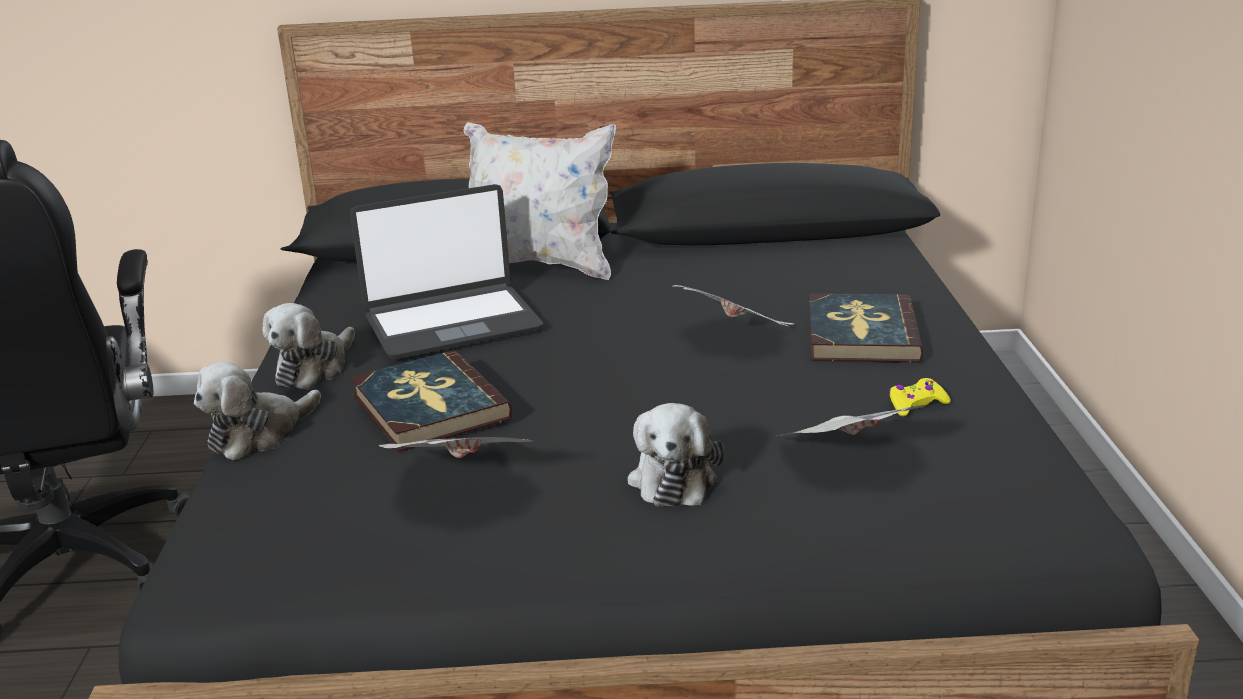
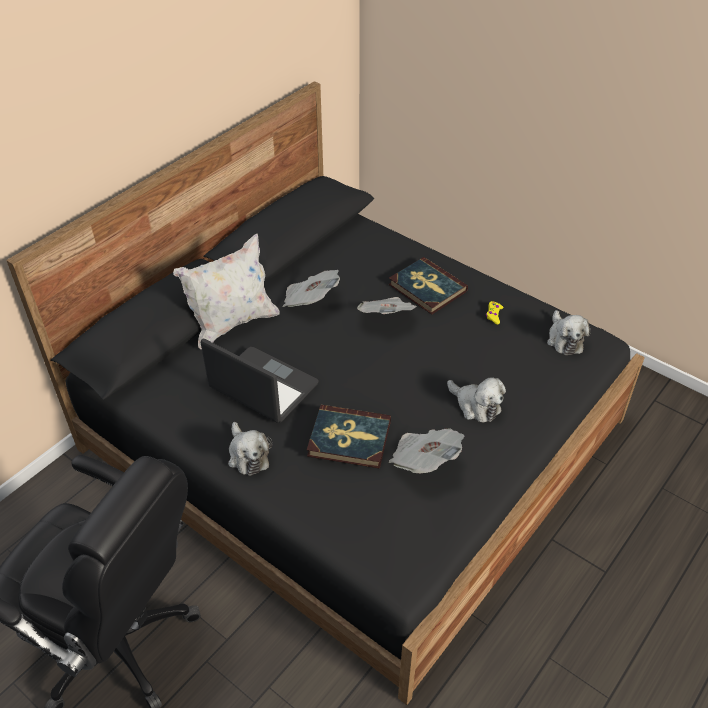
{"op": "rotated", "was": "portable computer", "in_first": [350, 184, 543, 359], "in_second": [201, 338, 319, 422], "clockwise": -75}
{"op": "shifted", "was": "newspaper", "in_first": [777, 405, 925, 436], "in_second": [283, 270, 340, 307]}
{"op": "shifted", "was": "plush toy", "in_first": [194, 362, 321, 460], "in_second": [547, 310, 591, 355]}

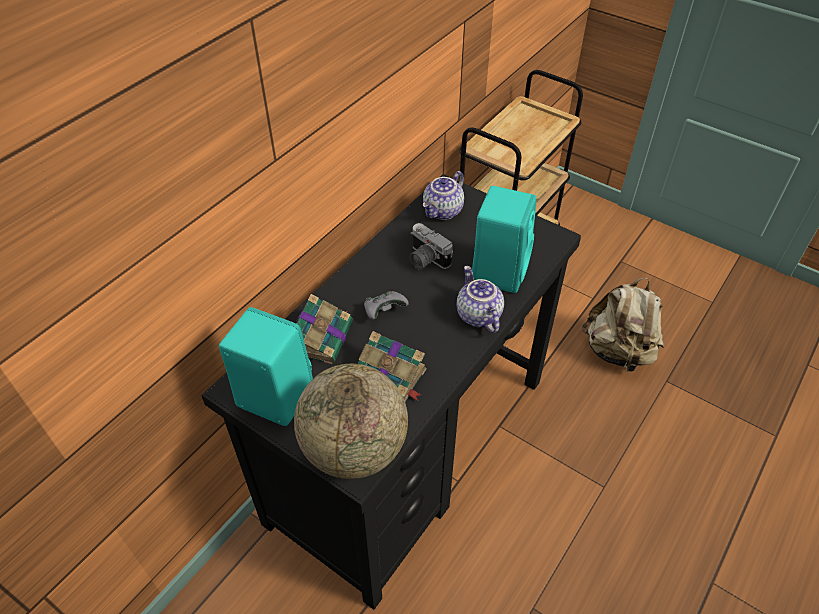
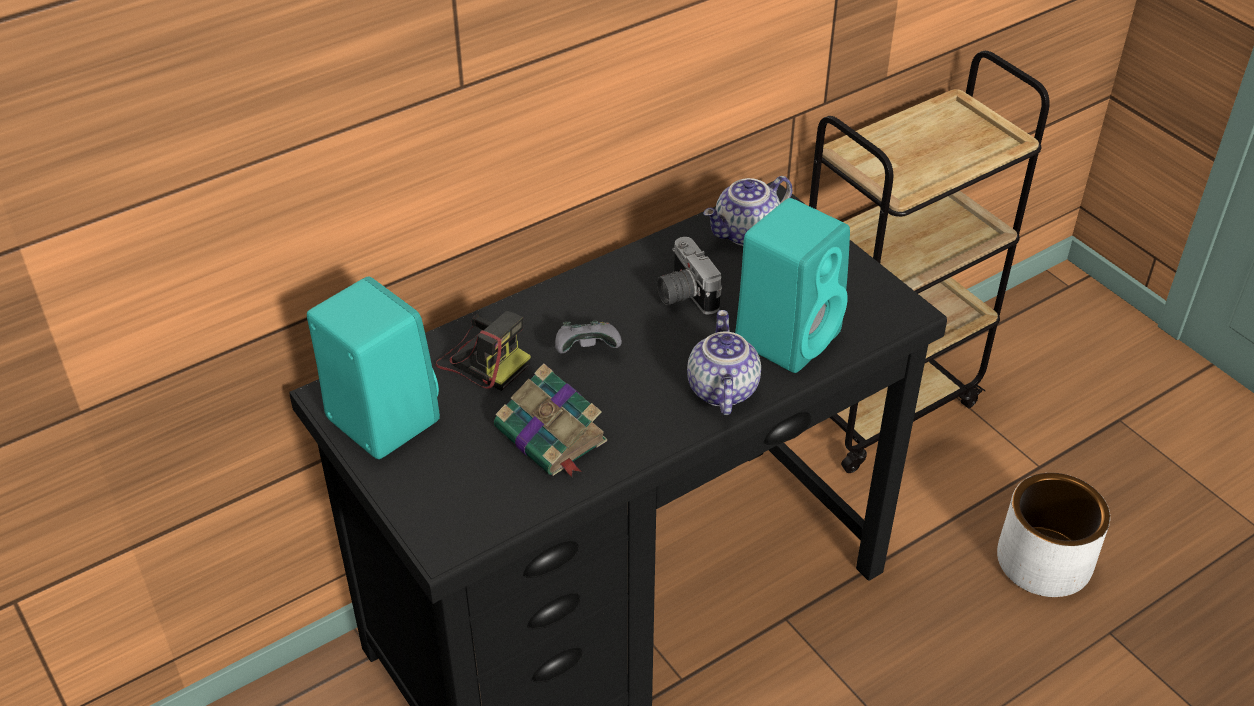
{"op": "swapped", "was": "book", "now": "still camera", "in_first": [296, 294, 353, 364], "in_second": [436, 311, 531, 391]}
{"op": "swapped", "was": "backpack in beige-coloured", "now": "plant pot in whitish", "in_first": [582, 278, 664, 372], "in_second": [997, 473, 1110, 597]}
{"op": "gone", "was": "globe", "in_first": [294, 364, 408, 479]}

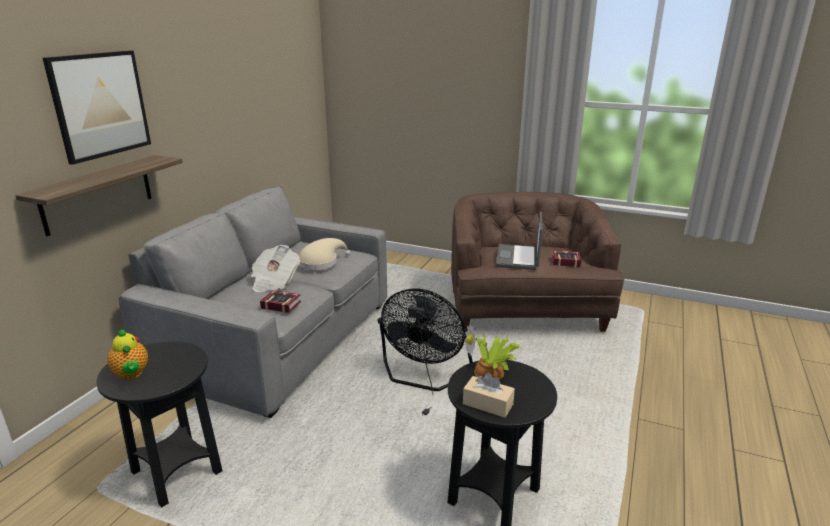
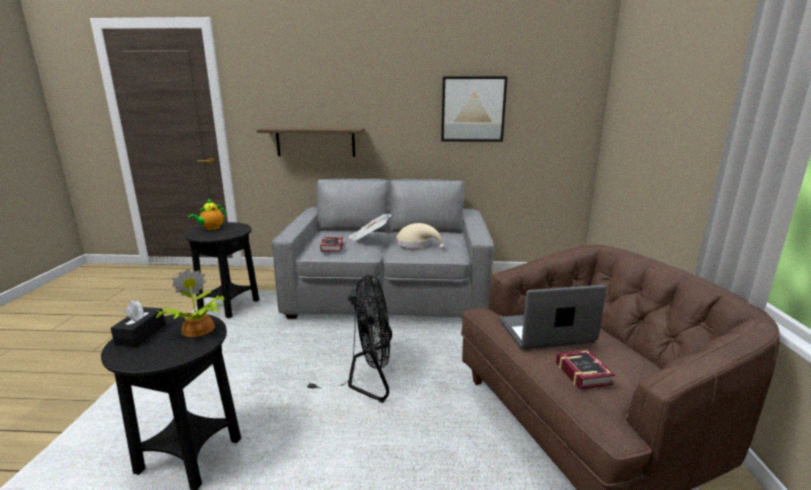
{"op": "repainted", "was": "tissue holder in beige-coloured", "now": "tissue holder in black", "in_first": [463, 373, 515, 418], "in_second": [111, 300, 166, 347]}
{"op": "shifted", "was": "wall picture", "in_first": [43, 50, 151, 165], "in_second": [441, 76, 508, 142]}

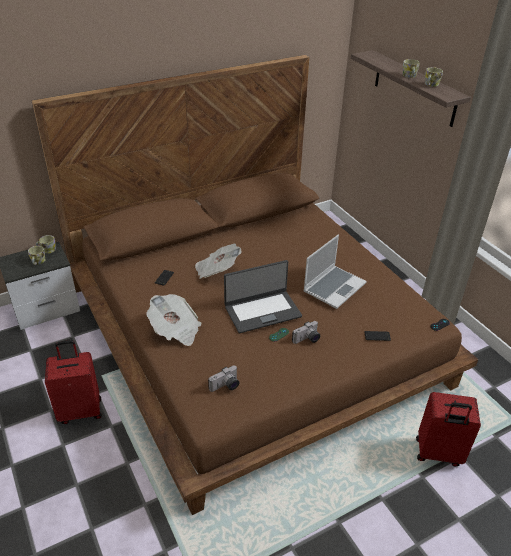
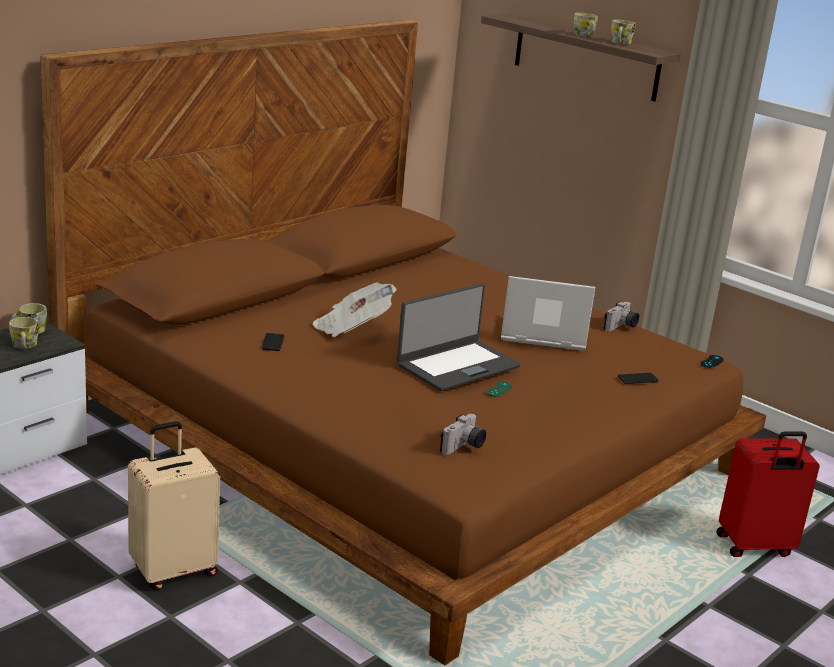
{"op": "repainted", "was": "piece of luggage in red", "now": "piece of luggage in beige-coloured", "in_first": [45, 340, 102, 424], "in_second": [128, 421, 220, 590]}
{"op": "rotated", "was": "portable computer", "in_first": [303, 234, 367, 309], "in_second": [501, 276, 595, 351], "clockwise": -105}
{"op": "shifted", "was": "still camera", "in_first": [292, 321, 320, 344], "in_second": [603, 301, 639, 331]}
{"op": "gone", "was": "newspaper", "in_first": [146, 294, 202, 346]}

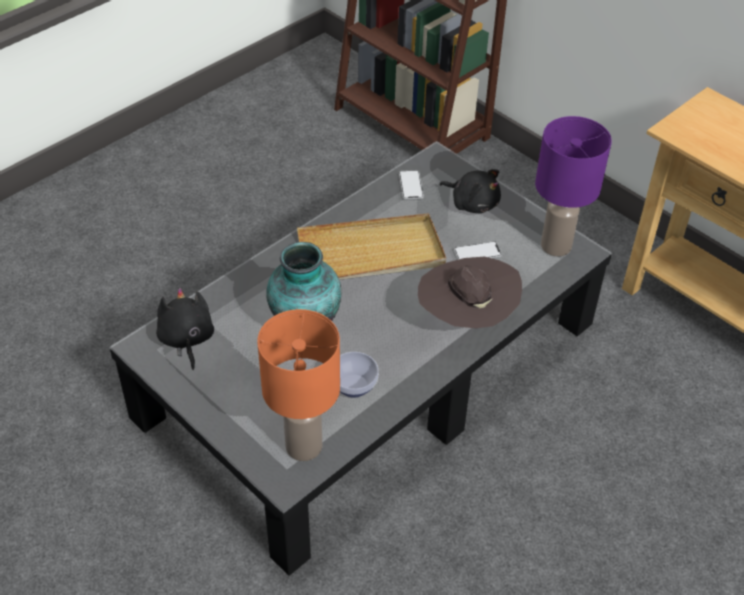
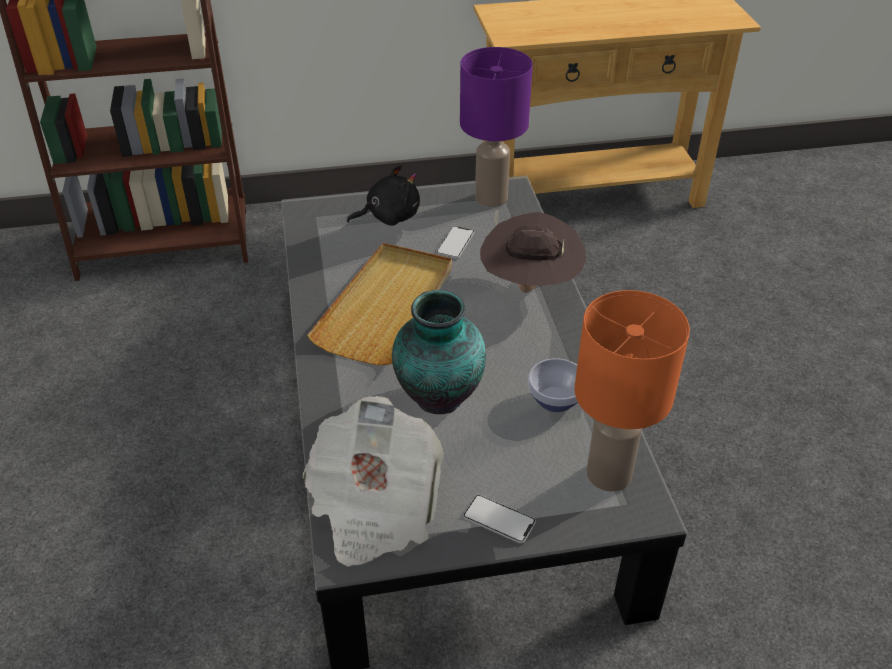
{"op": "swapped", "was": "plush toy in black", "now": "newspaper", "in_first": [156, 288, 214, 370], "in_second": [302, 396, 444, 567]}
{"op": "shifted", "was": "phone", "in_first": [399, 170, 424, 200], "in_second": [463, 495, 536, 544]}

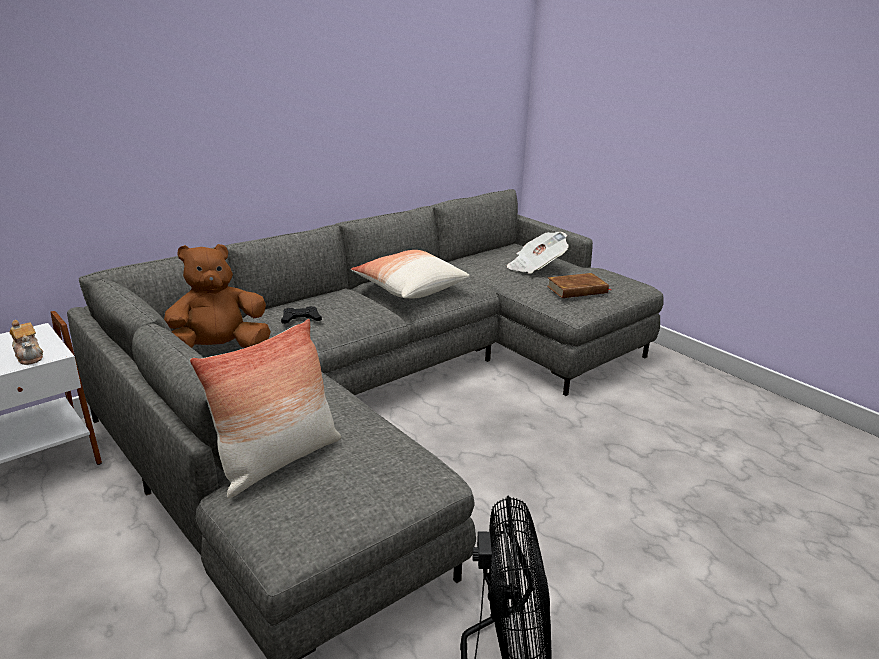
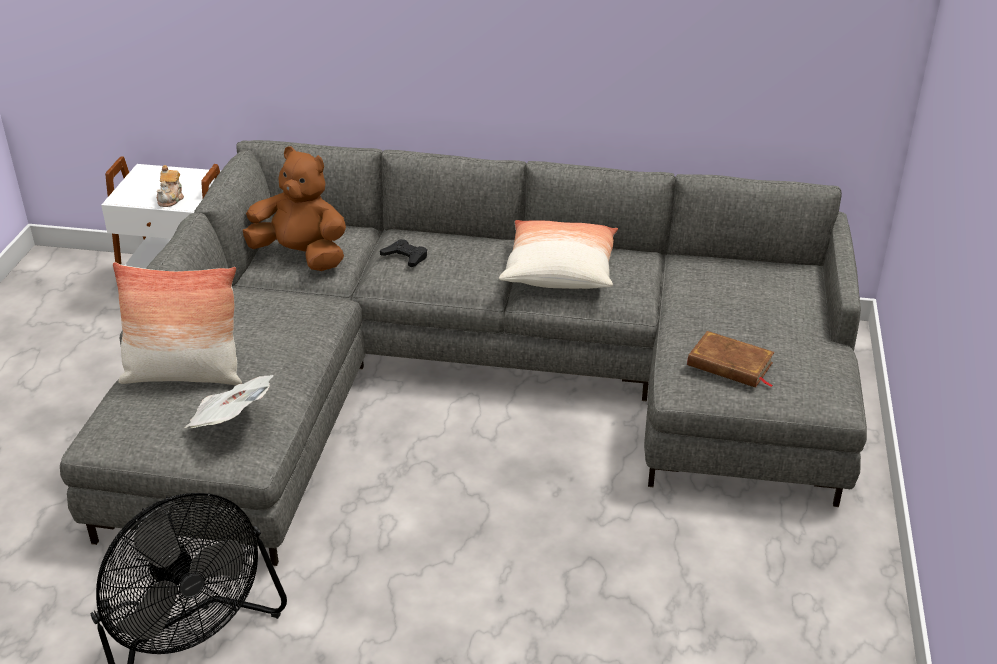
{"op": "shifted", "was": "newspaper", "in_first": [507, 232, 569, 274], "in_second": [185, 375, 273, 428]}

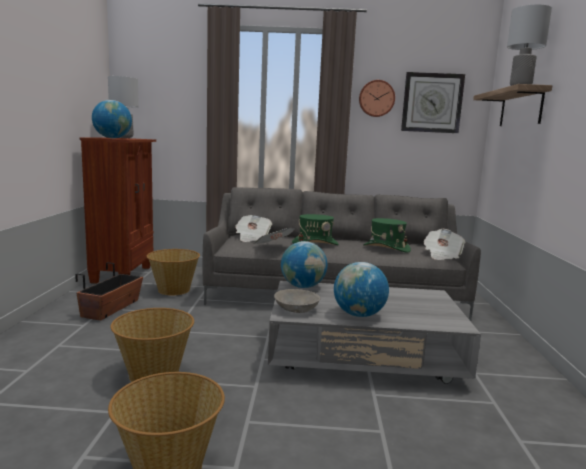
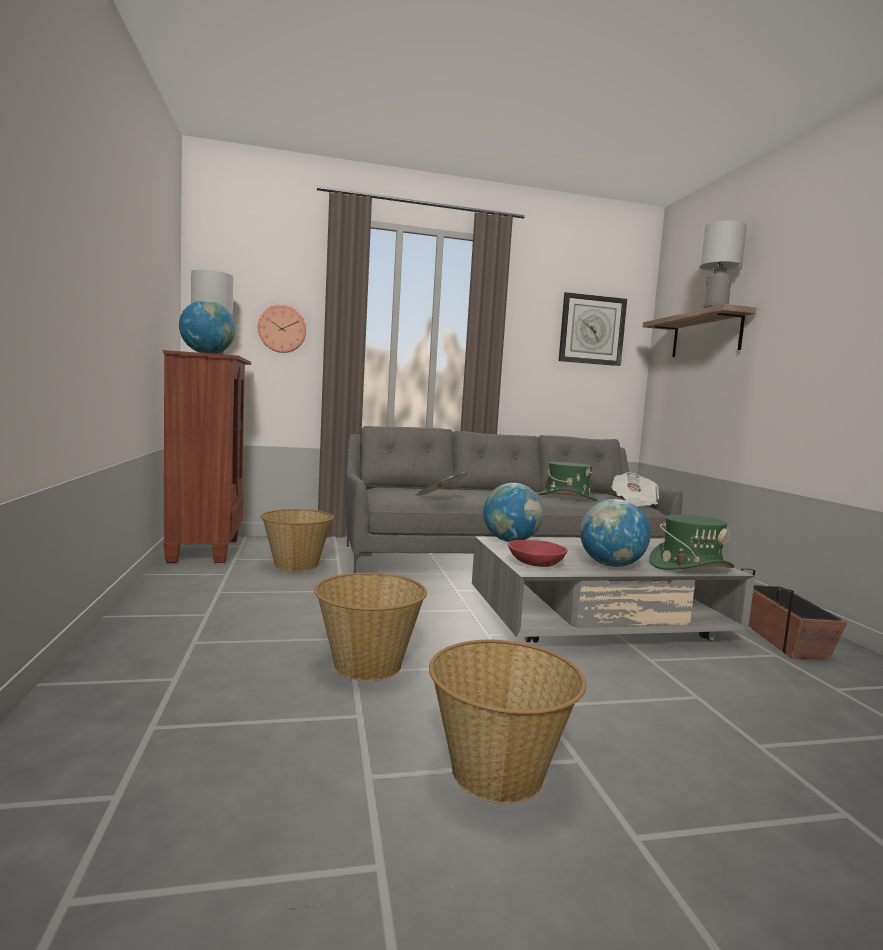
{"op": "shifted", "was": "wall clock", "in_first": [359, 80, 395, 117], "in_second": [258, 305, 306, 353]}
{"op": "repainted", "was": "bowl in gray", "now": "bowl in red", "in_first": [274, 289, 320, 313], "in_second": [508, 540, 568, 567]}
{"op": "shifted", "was": "hat in green-coloured", "in_first": [292, 214, 339, 245], "in_second": [649, 514, 734, 570]}
{"op": "shifted", "was": "plant pot", "in_first": [75, 262, 143, 320], "in_second": [741, 568, 847, 660]}
{"op": "gone", "was": "newspaper", "in_first": [235, 215, 272, 242]}

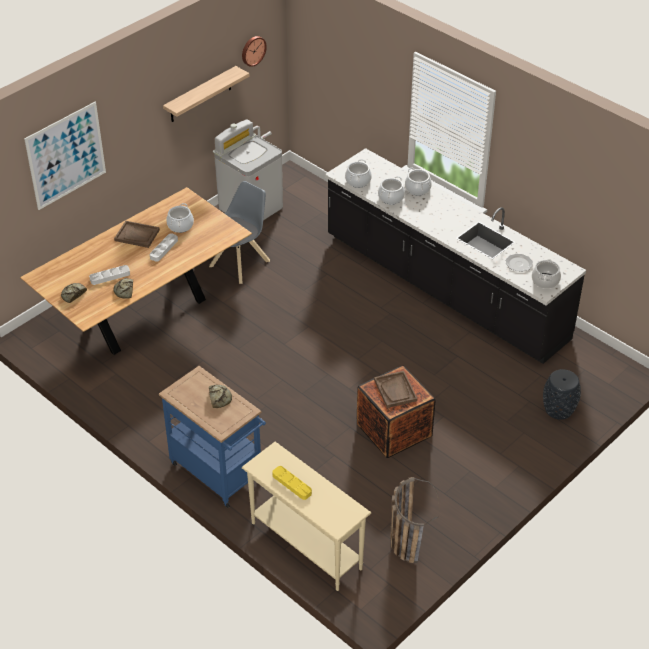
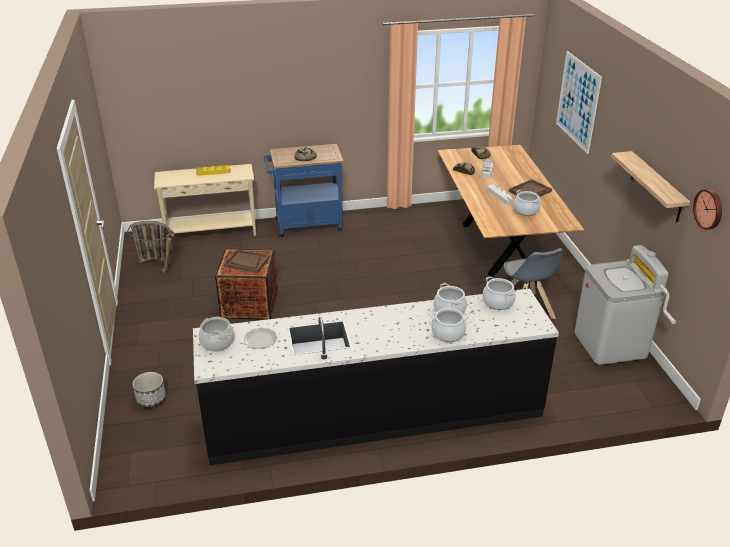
{"op": "swapped", "was": "stool seat in black", "now": "plant pot", "in_first": [543, 369, 581, 420], "in_second": [133, 372, 166, 408]}

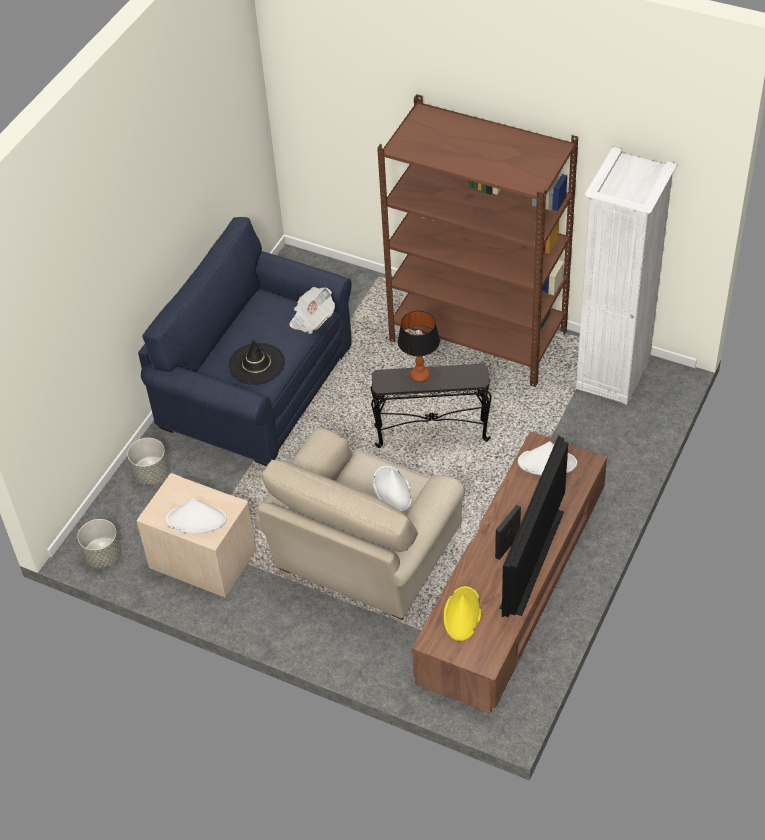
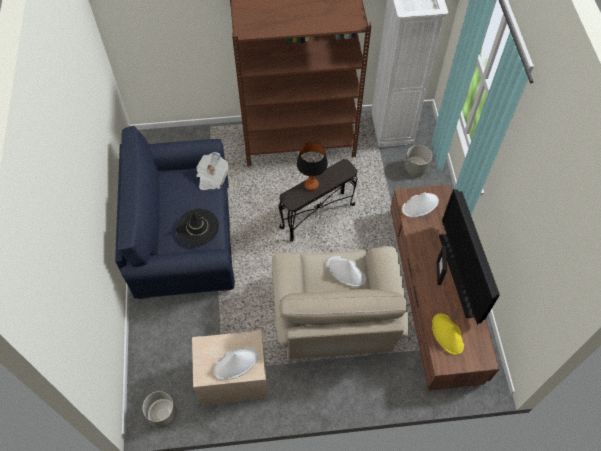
{"op": "shifted", "was": "plant pot in gray", "in_first": [127, 438, 169, 485], "in_second": [405, 145, 432, 176]}

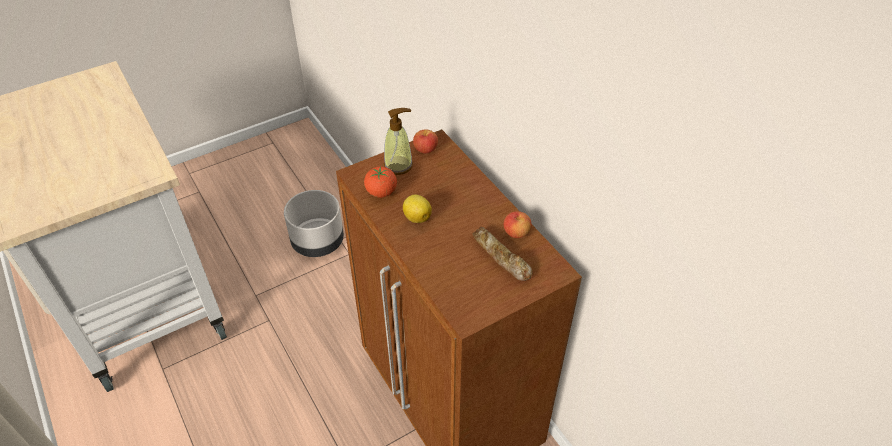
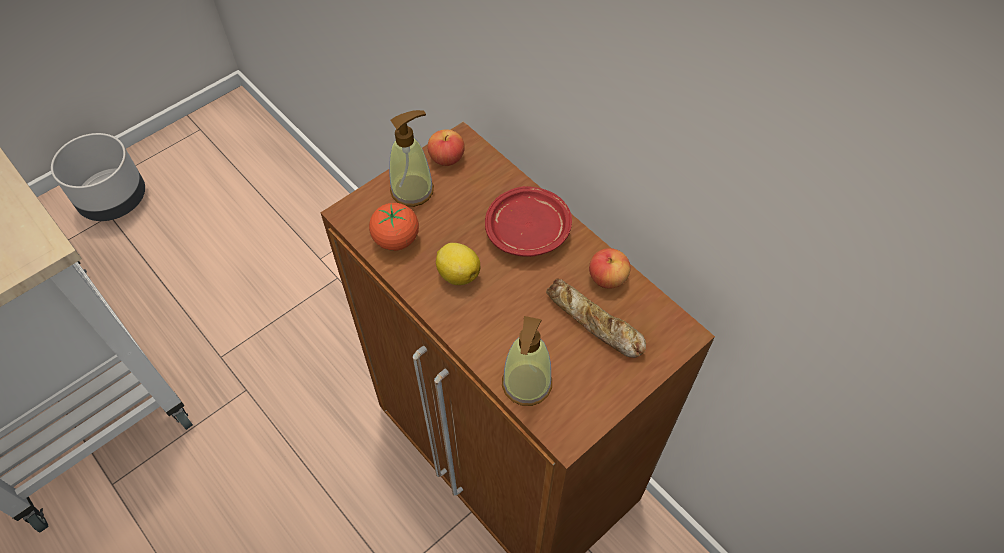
{"op": "shifted", "was": "plant pot in gray", "in_first": [284, 190, 344, 257], "in_second": [51, 133, 145, 221]}
{"op": "new", "now": "dinner plate in red", "in_second": [485, 186, 572, 257]}
{"op": "new", "now": "soap dispenser", "in_second": [502, 316, 552, 406]}

